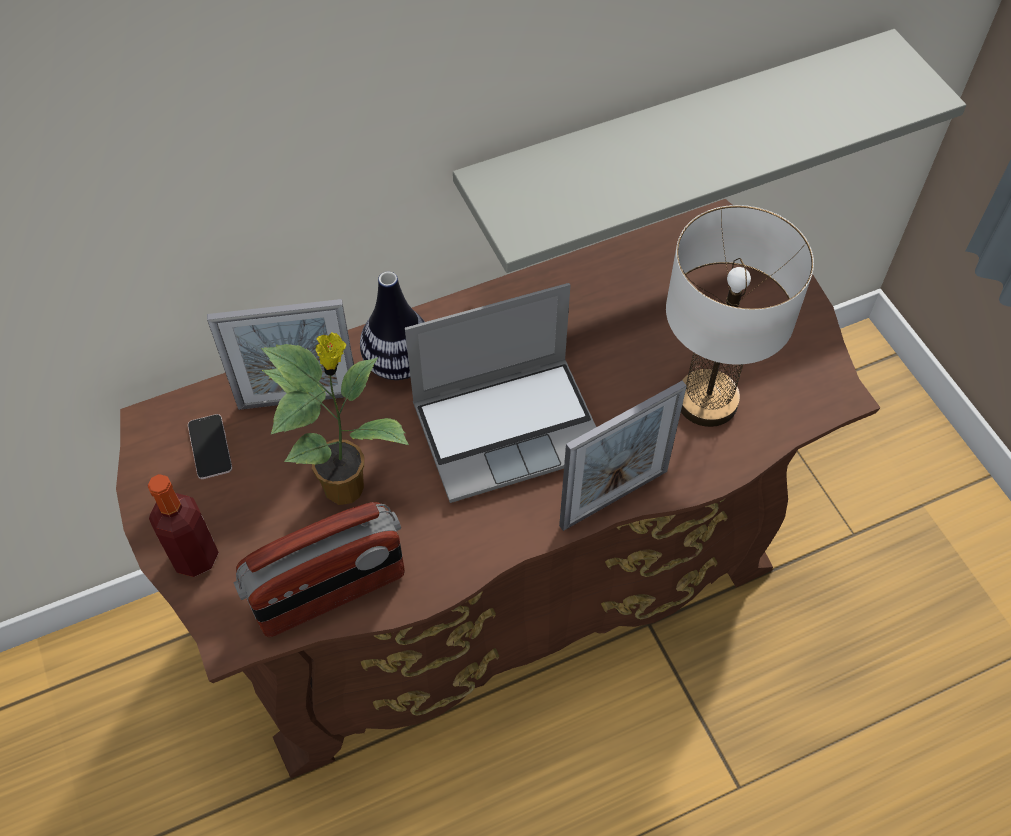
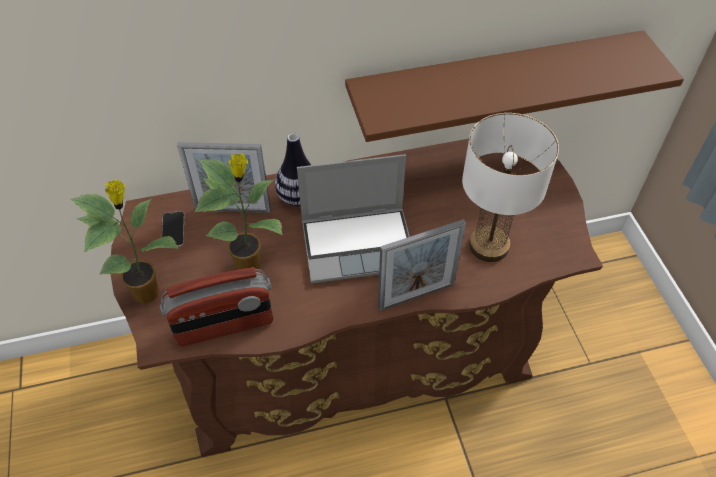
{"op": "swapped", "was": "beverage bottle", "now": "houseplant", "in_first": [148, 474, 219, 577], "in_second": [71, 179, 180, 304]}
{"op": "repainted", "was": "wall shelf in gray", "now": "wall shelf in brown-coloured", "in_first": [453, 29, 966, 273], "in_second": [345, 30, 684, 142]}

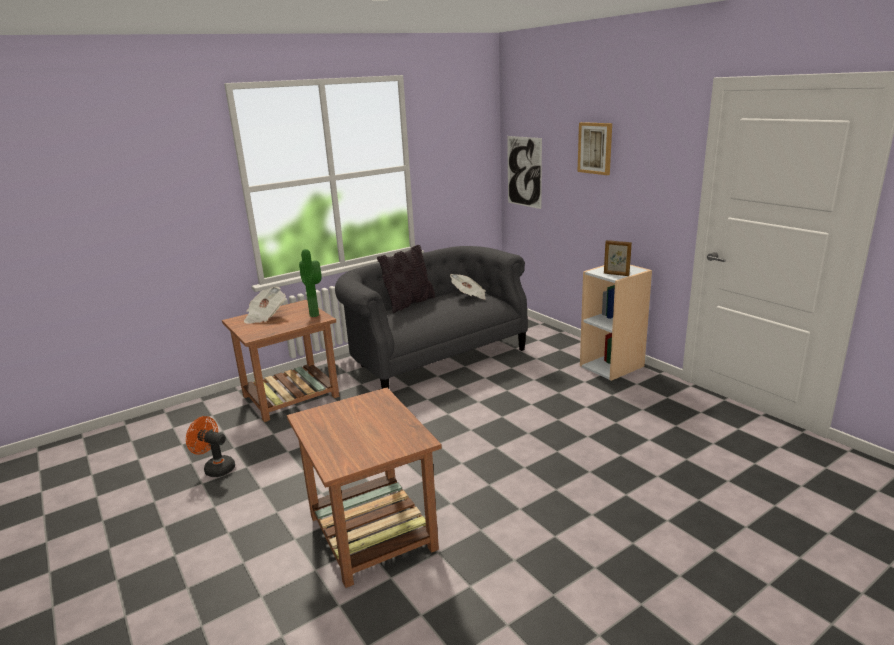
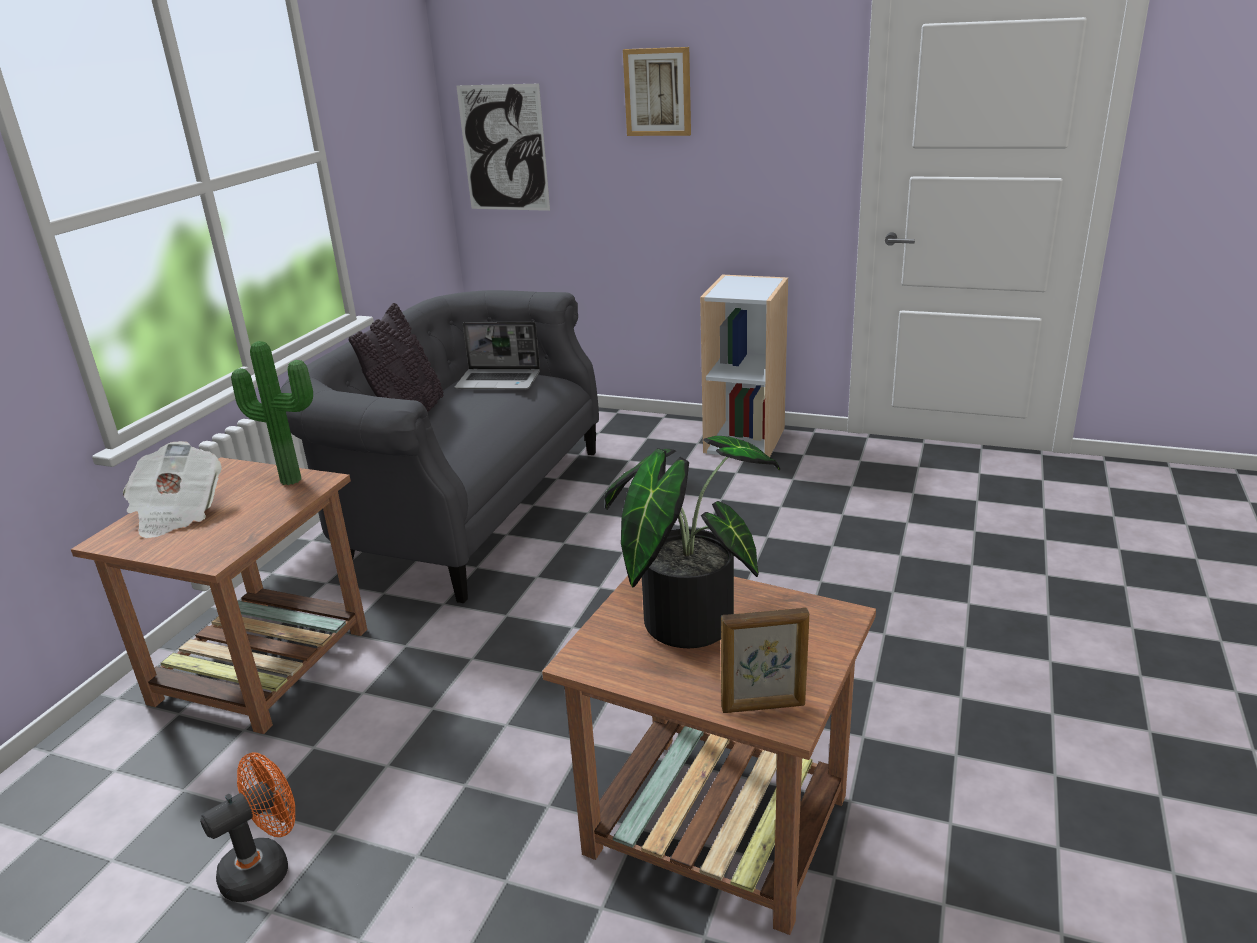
{"op": "rotated", "was": "cooling fan in orangey", "in_first": [186, 416, 235, 477], "in_second": [200, 752, 295, 902], "clockwise": 150}
{"op": "swapped", "was": "newspaper", "now": "portable computer", "in_first": [450, 274, 486, 299], "in_second": [454, 322, 540, 389]}
{"op": "new", "now": "houseplant", "in_second": [604, 436, 780, 648]}
{"op": "shifted", "was": "photo frame", "in_first": [604, 240, 632, 276], "in_second": [721, 607, 809, 713]}

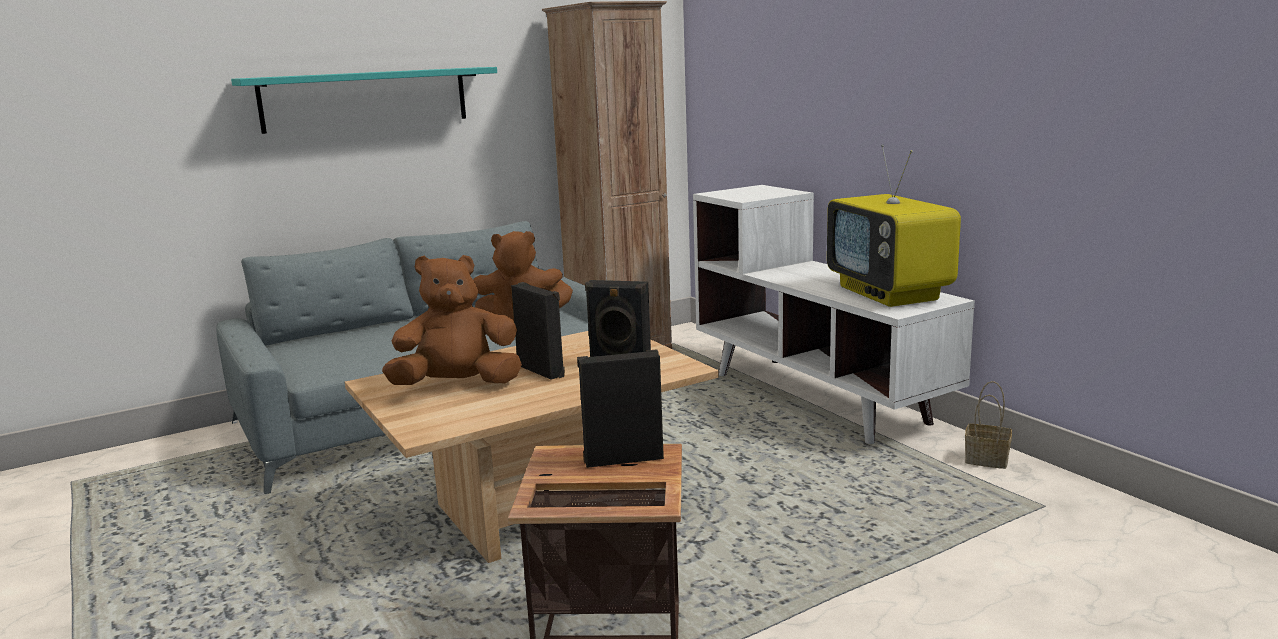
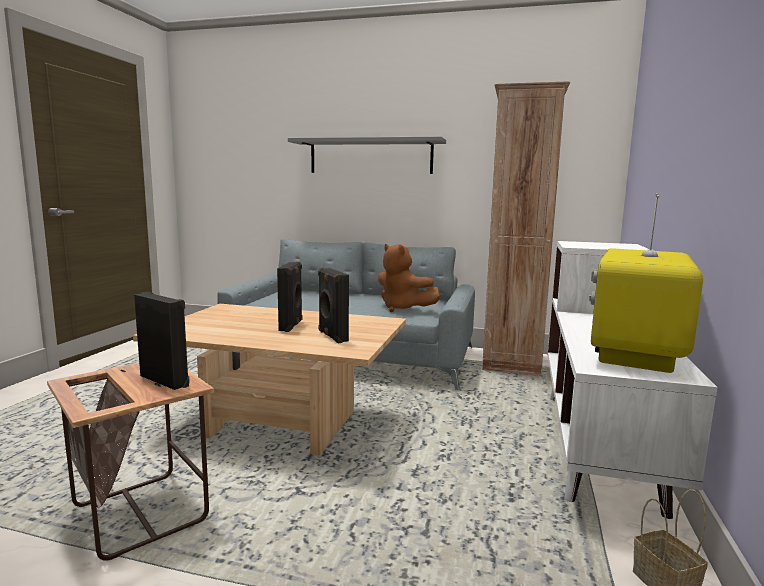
{"op": "repainted", "was": "wall shelf in turquoise", "now": "wall shelf in gray", "in_first": [231, 67, 497, 134], "in_second": [288, 136, 446, 174]}
{"op": "gone", "was": "plush toy in brown-coloured", "in_first": [382, 255, 522, 385]}

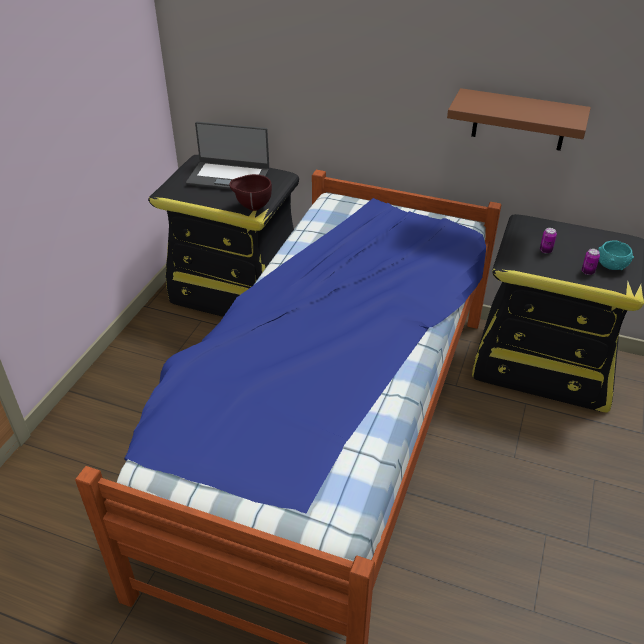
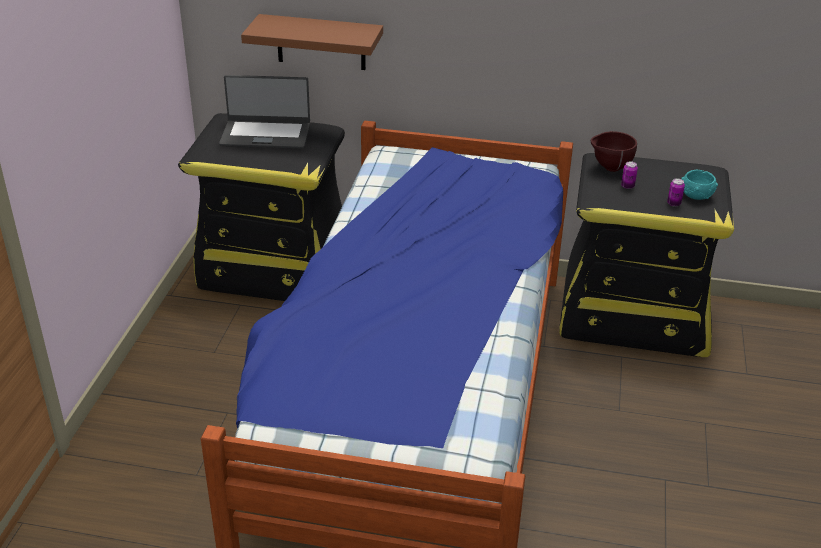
{"op": "shifted", "was": "wall shelf in brown-coloured", "in_first": [447, 88, 591, 151], "in_second": [241, 14, 383, 70]}
{"op": "shifted", "was": "bowl in brown-coloured", "in_first": [230, 174, 272, 211], "in_second": [591, 131, 637, 172]}

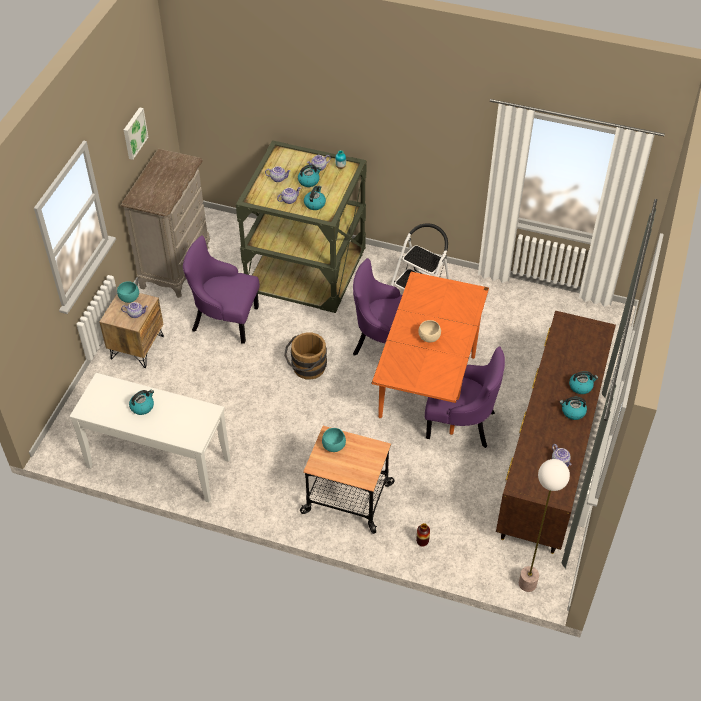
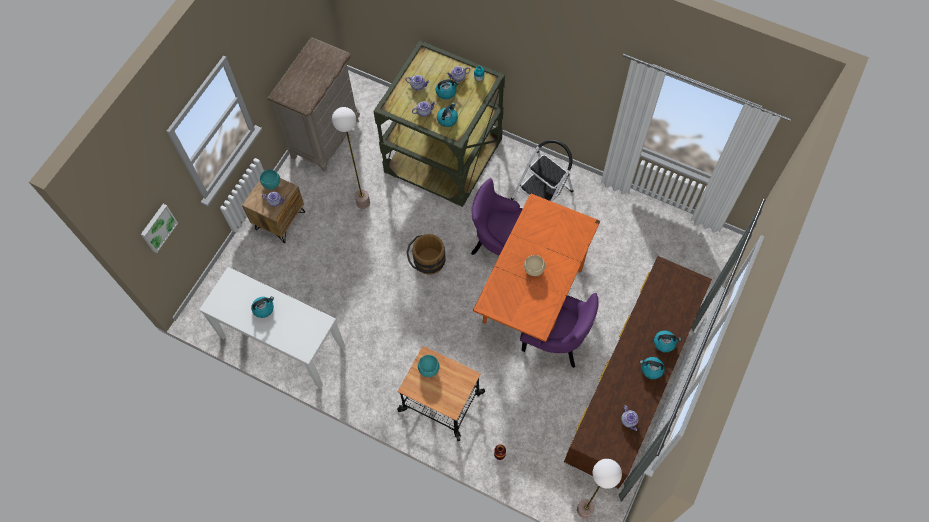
{"op": "shifted", "was": "wall picture", "in_first": [124, 107, 148, 160], "in_second": [141, 204, 178, 253]}
{"op": "swapped", "was": "upright chair in purple-coloured", "now": "standing lamp", "in_first": [183, 235, 260, 344], "in_second": [332, 107, 370, 209]}

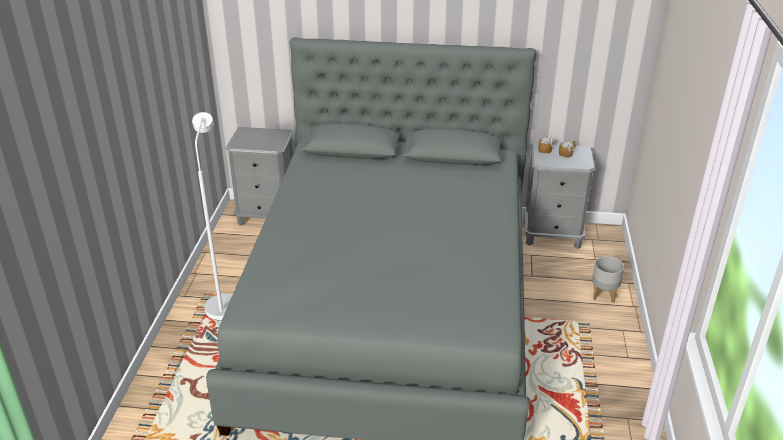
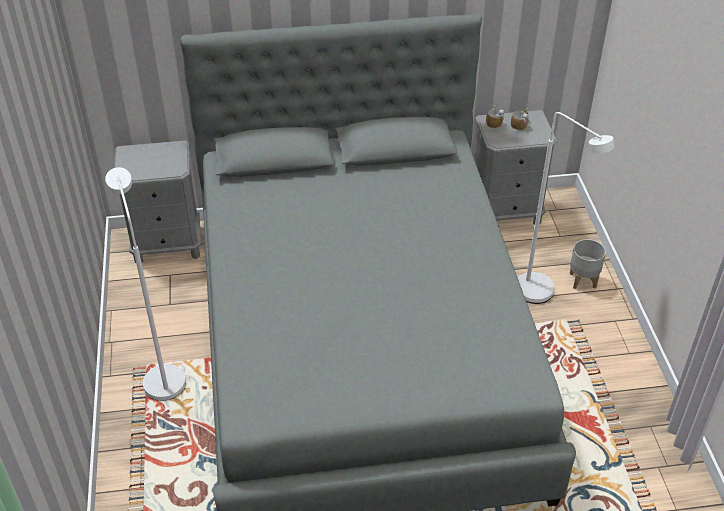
{"op": "new", "now": "standing lamp in whitish", "in_second": [518, 112, 615, 304]}

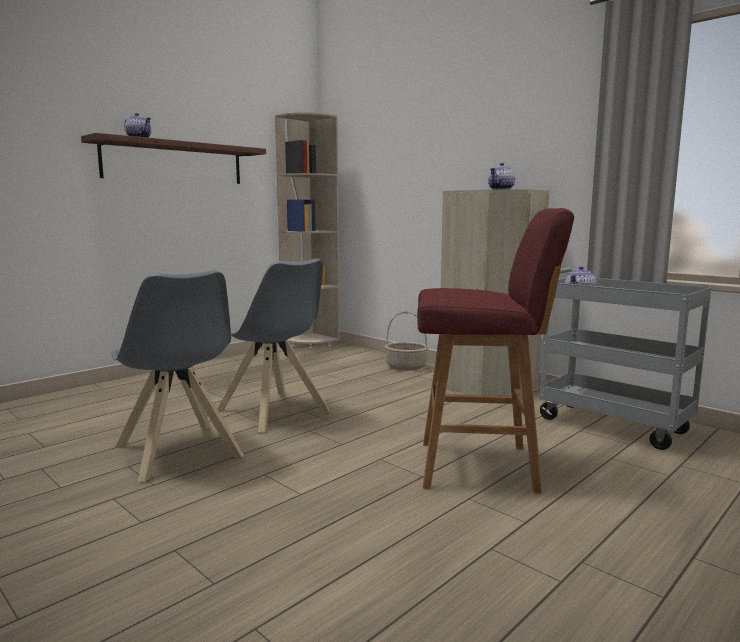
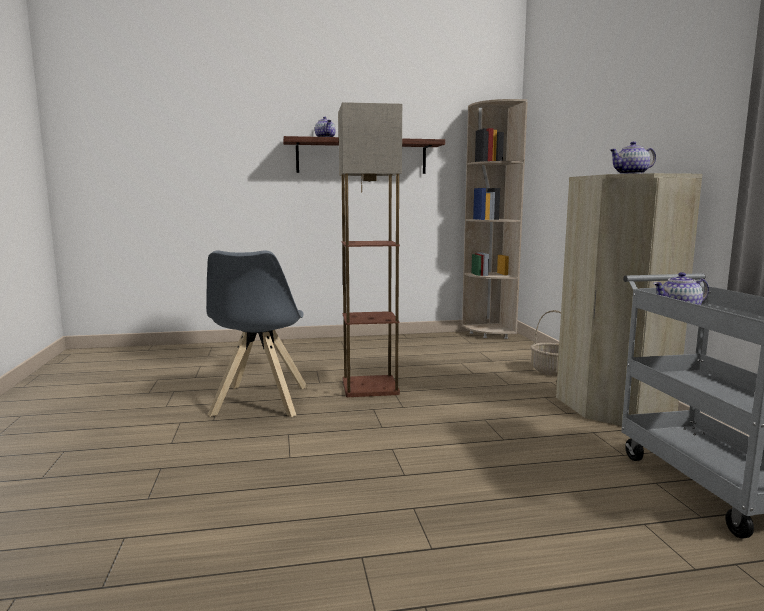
{"op": "swapped", "was": "upright chair in gray", "now": "standing lamp", "in_first": [217, 258, 330, 432], "in_second": [338, 102, 402, 397]}
{"op": "gone", "was": "stool seat in red", "in_first": [417, 208, 574, 494]}

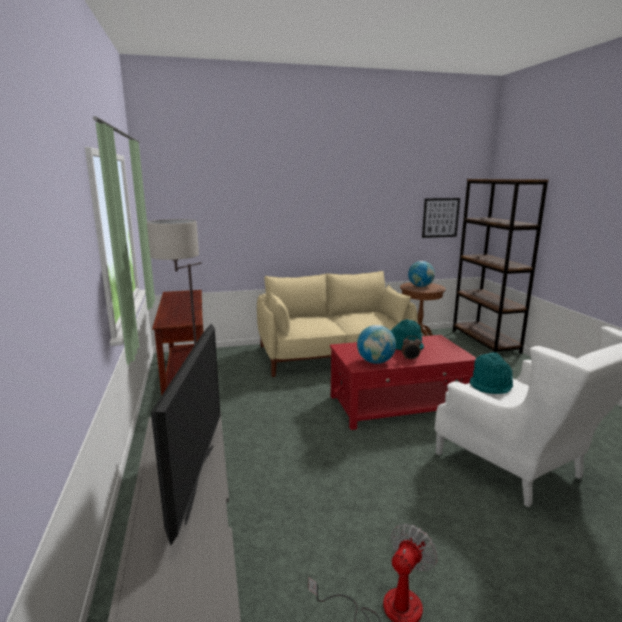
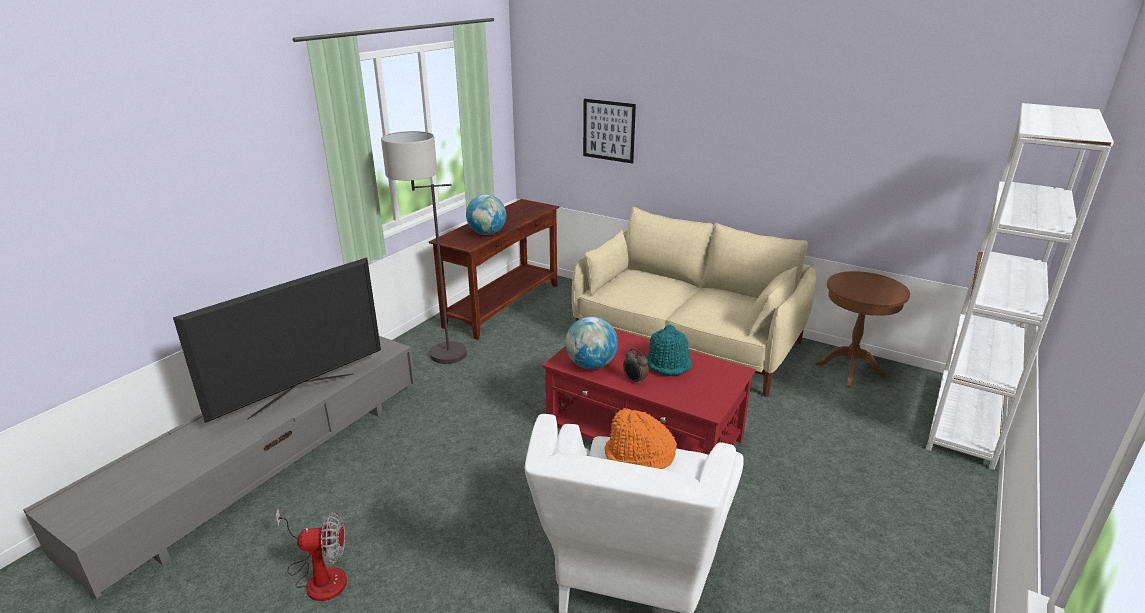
{"op": "shifted", "was": "globe", "in_first": [408, 261, 435, 287], "in_second": [466, 195, 506, 235]}
{"op": "shifted", "was": "wall picture", "in_first": [422, 198, 460, 238], "in_second": [583, 99, 636, 164]}
{"op": "repainted", "was": "hat in turquoise", "now": "hat in orangey", "in_first": [470, 352, 513, 394], "in_second": [604, 408, 677, 469]}
{"op": "repainted", "was": "shelving unit in brown-coloured", "now": "shelving unit in whitish", "in_first": [453, 179, 549, 354], "in_second": [926, 103, 1114, 470]}

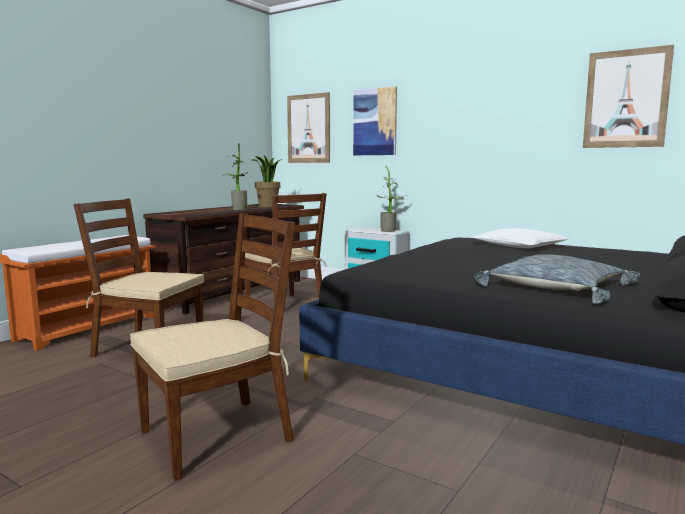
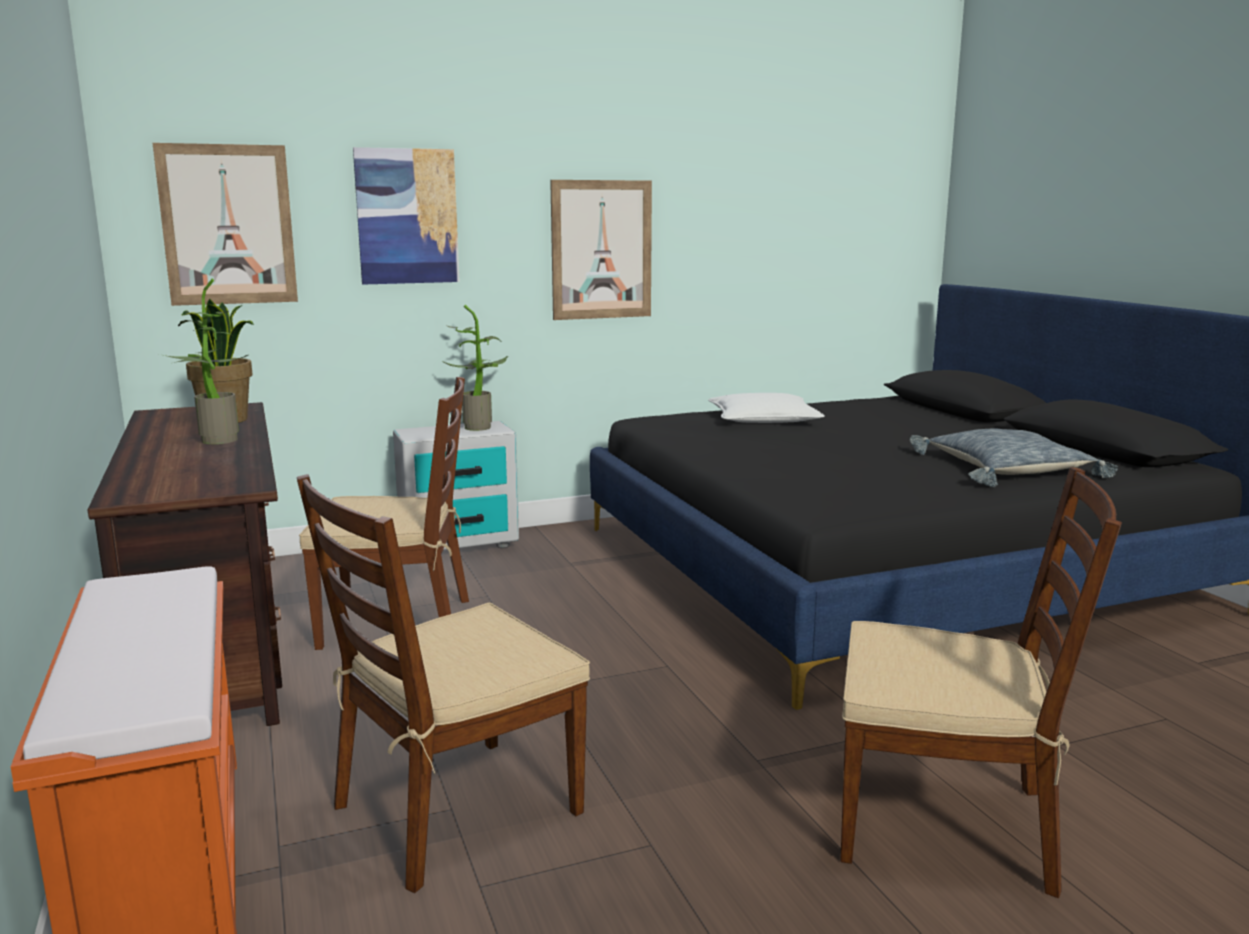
{"op": "shifted", "was": "wall picture", "in_first": [583, 45, 674, 148], "in_second": [550, 180, 652, 320]}
{"op": "rotated", "was": "upright chair in brown-coloured", "in_first": [130, 213, 295, 481], "in_second": [840, 467, 1122, 898], "clockwise": 105}

